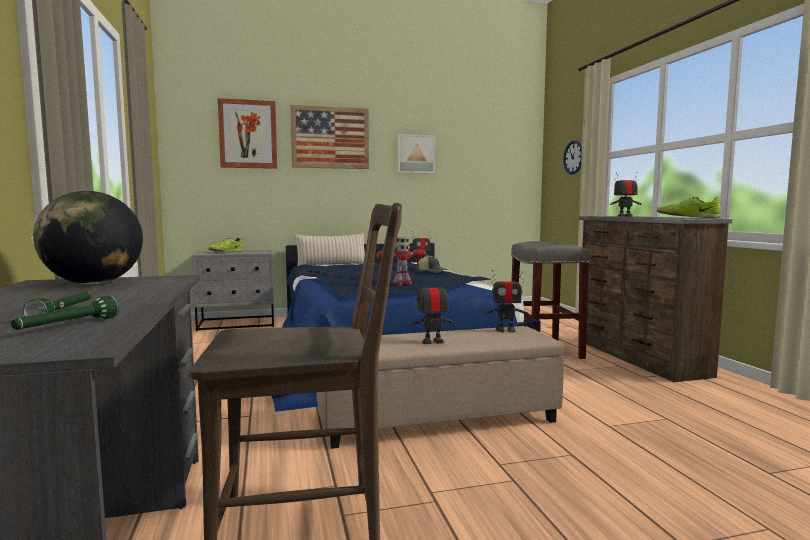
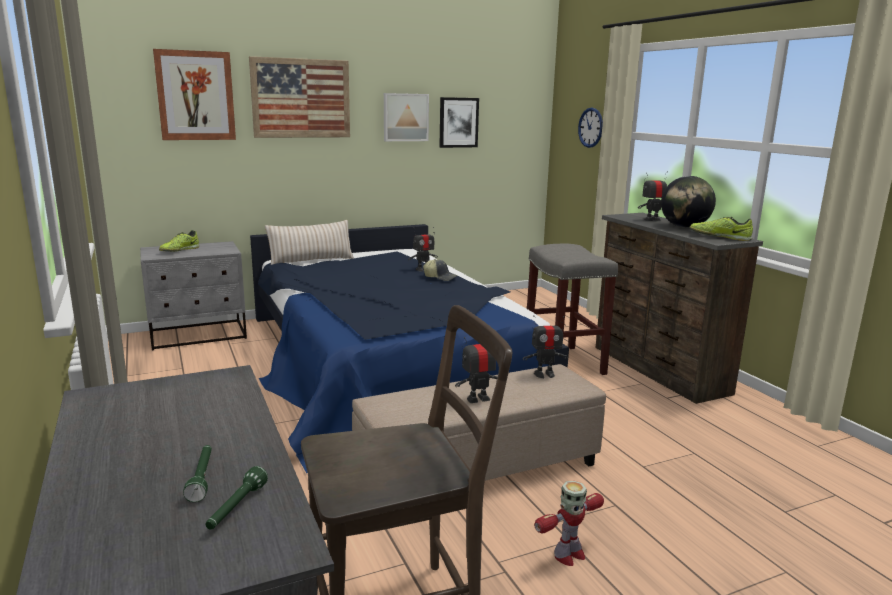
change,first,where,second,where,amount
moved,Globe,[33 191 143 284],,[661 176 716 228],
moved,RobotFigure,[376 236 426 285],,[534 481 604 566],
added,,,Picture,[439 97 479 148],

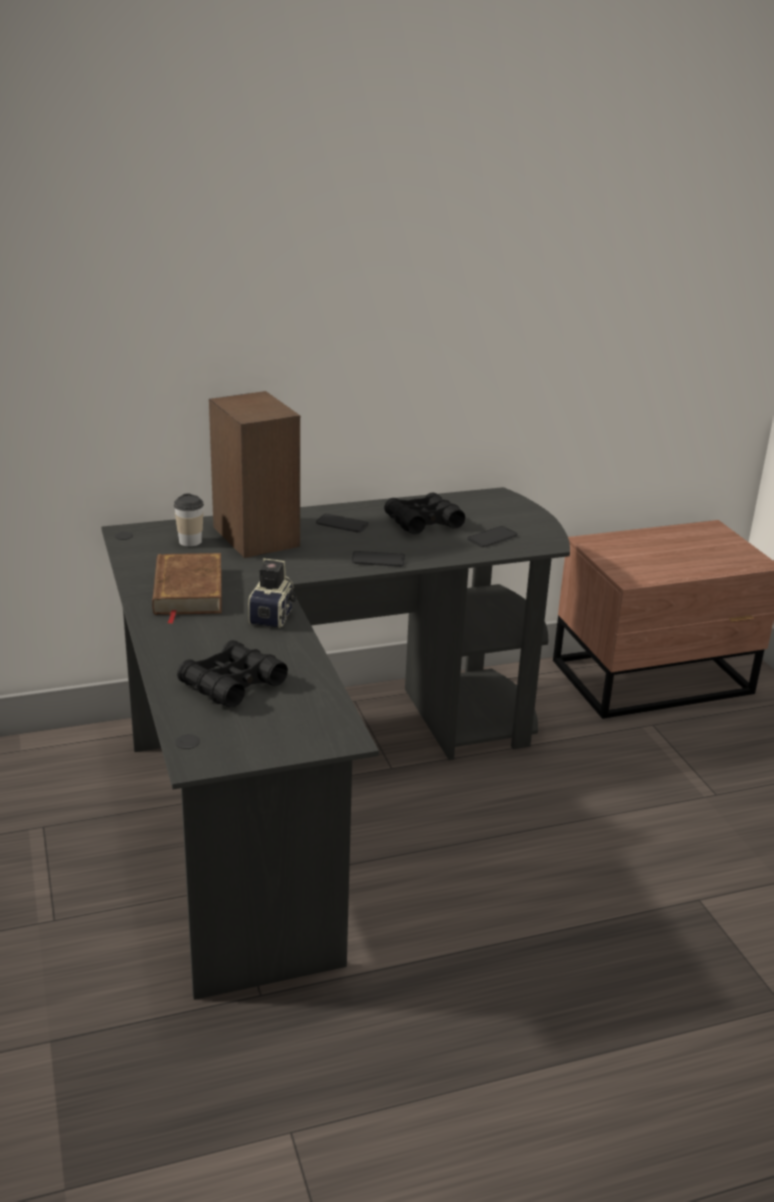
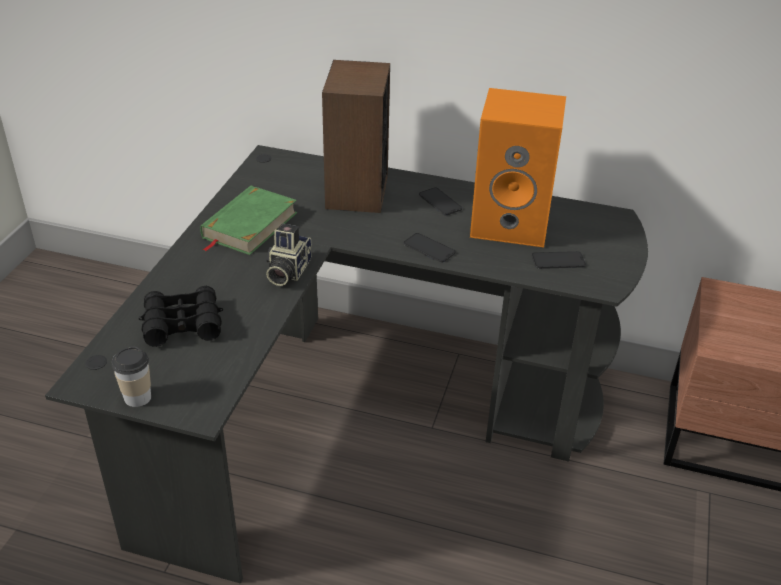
change,first,where,second,where,amount
recoloured,BrownBoundBook,[152 553 222 624],GreenBoundBook,[200 185 297 255],
moved,Cup,[174 493 204 547],,[112 346 151 407],
turned,StillCamera,[248 558 296 628],,[266 223 312 286],150 degrees clockwise
replaced,BlackishFieldGlasses,[384 493 465 534],OrangeSpeaker,[470 88 566 247],

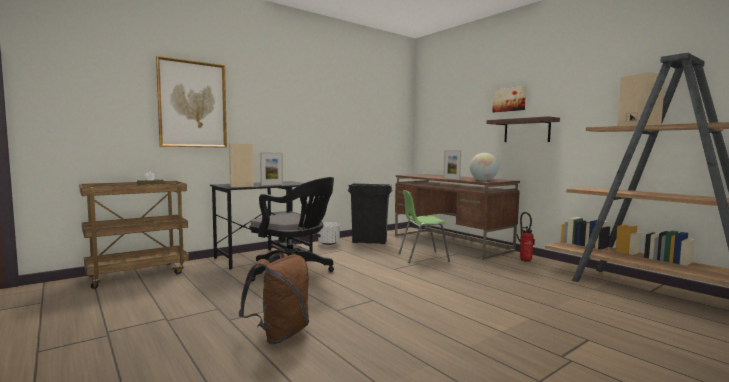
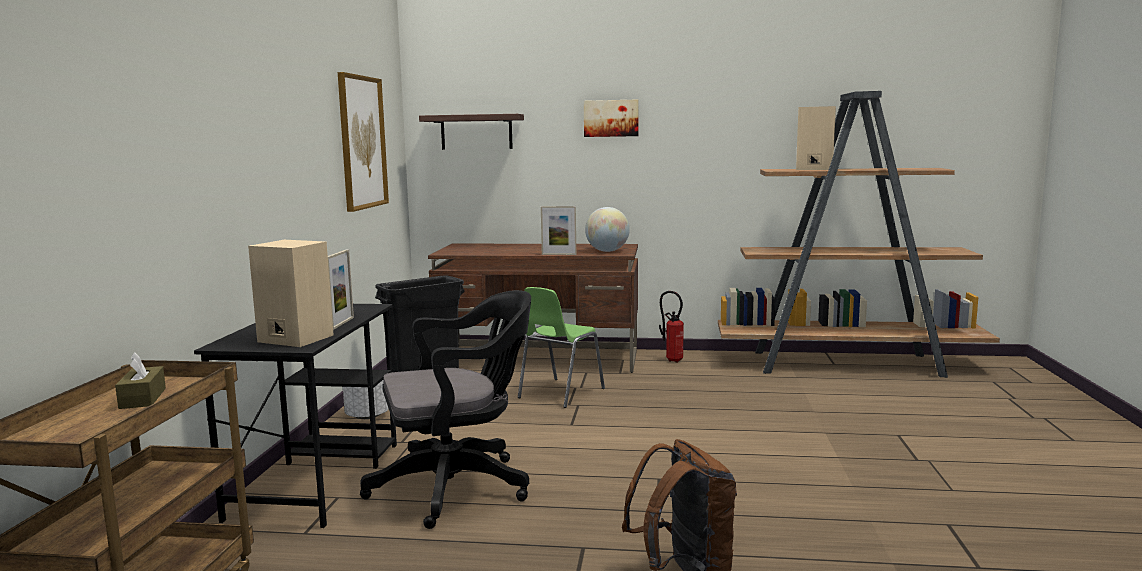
change,first,where,second,where,amount
moved,Picture,[156 56 227 148],,[338 72 389 212],
moved,Shelf,[487 116 560 142],,[419 114 524 150],

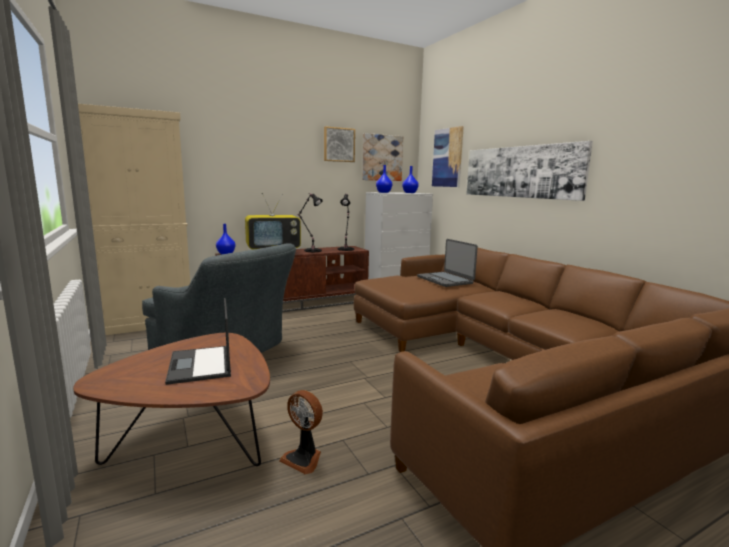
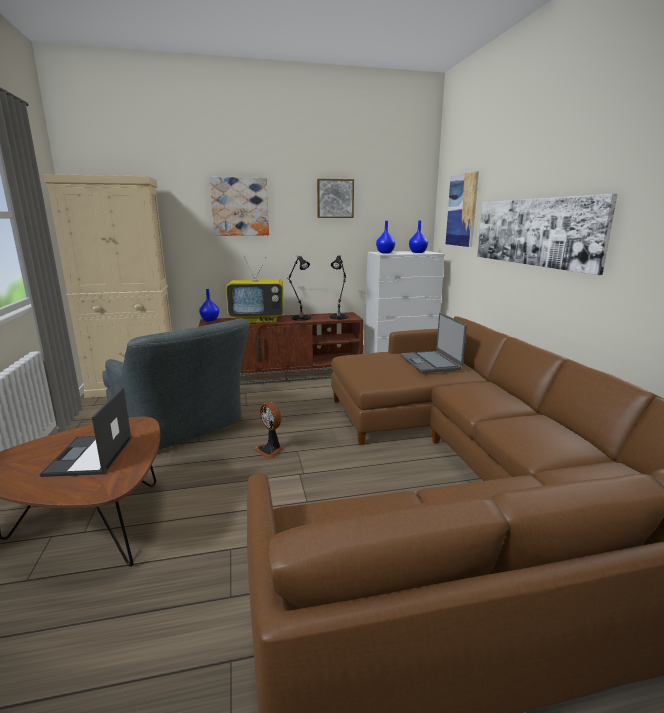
change,first,where,second,where,amount
moved,ElectricFan,[279 390 323 475],,[254 402 283 459],
moved,Picture,[362 133 403 181],,[210 177 269 236],

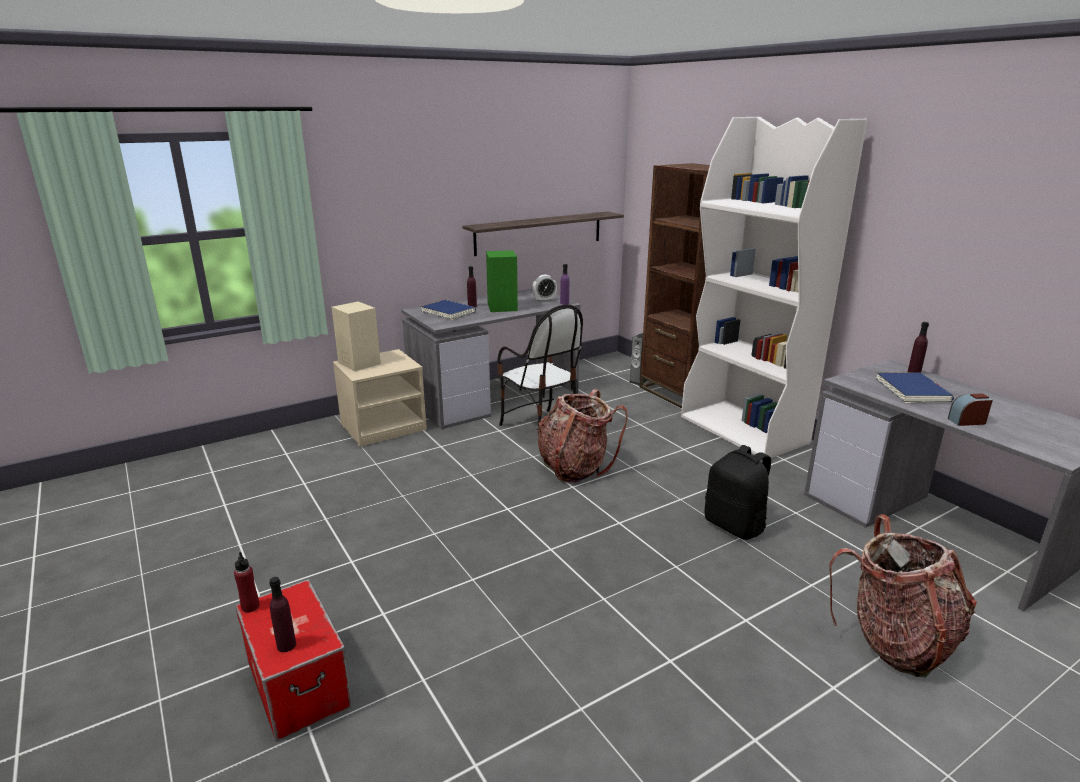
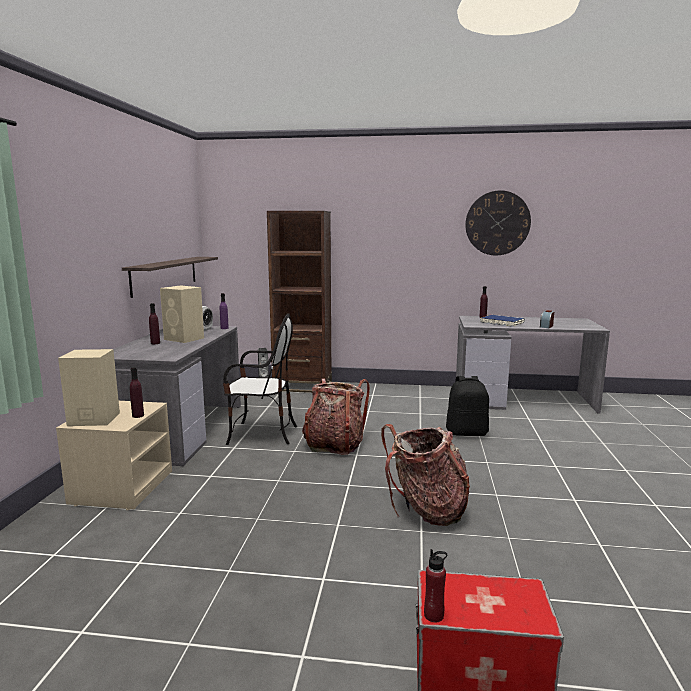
change,first,where,second,where,amount
moved,PurplishBeverageBottle,[269 577 296 652],,[130 367 144 418],
removed,BluishBoundBook,[420 300 476 320],,,
recoloured,GreenSpeaker,[486 250 518 312],SandColouredSpeaker,[160 285 204 343],
removed,WhiteBookshelf,[681 117 867 458],,,
moved,Backpack,[829 514 977 677],,[381 424 470 526],
added,,,WallClock,[465 190 531 255],

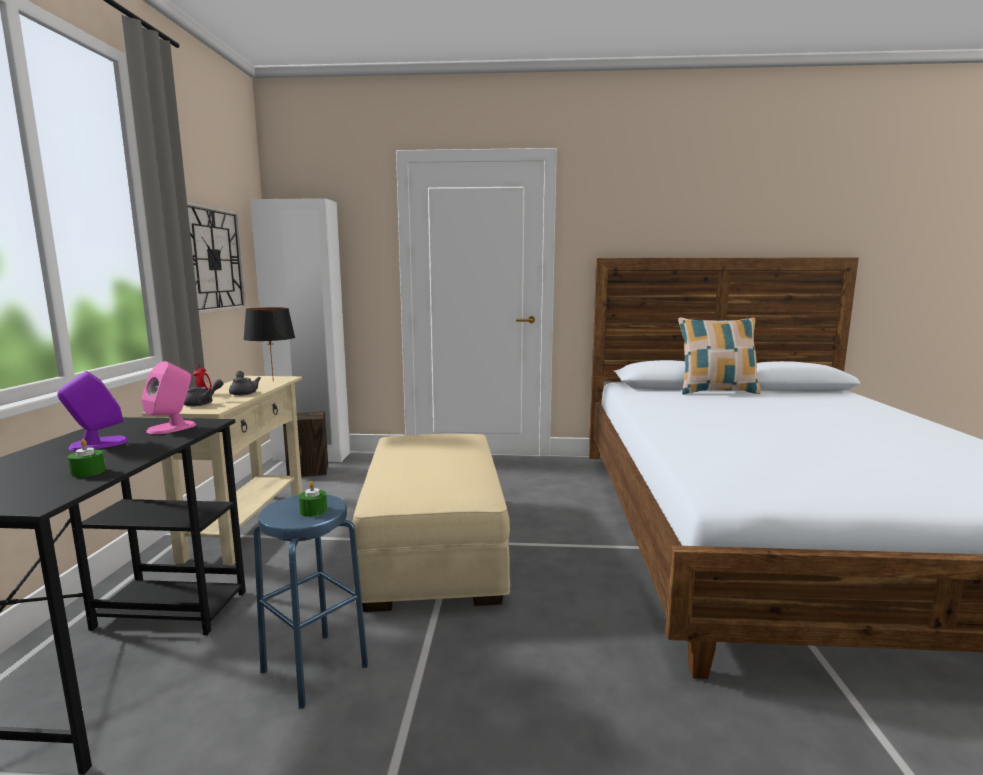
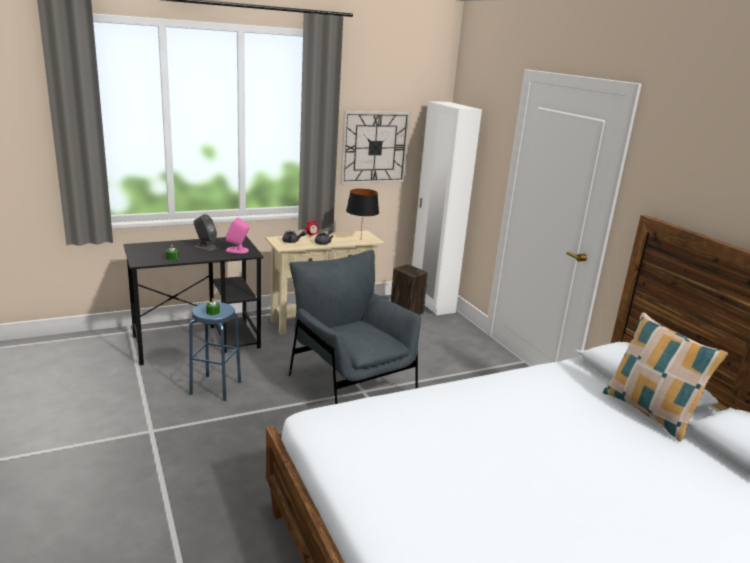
change,first,where,second,where,amount
recoloured,PurplishSpeaker,[57 371 128 451],GreyishSpeaker,[194 214 217 251],
replaced,SandColouredPouffe,[352 434 510 612],GreyishLoungeChair,[289 250 421 404],

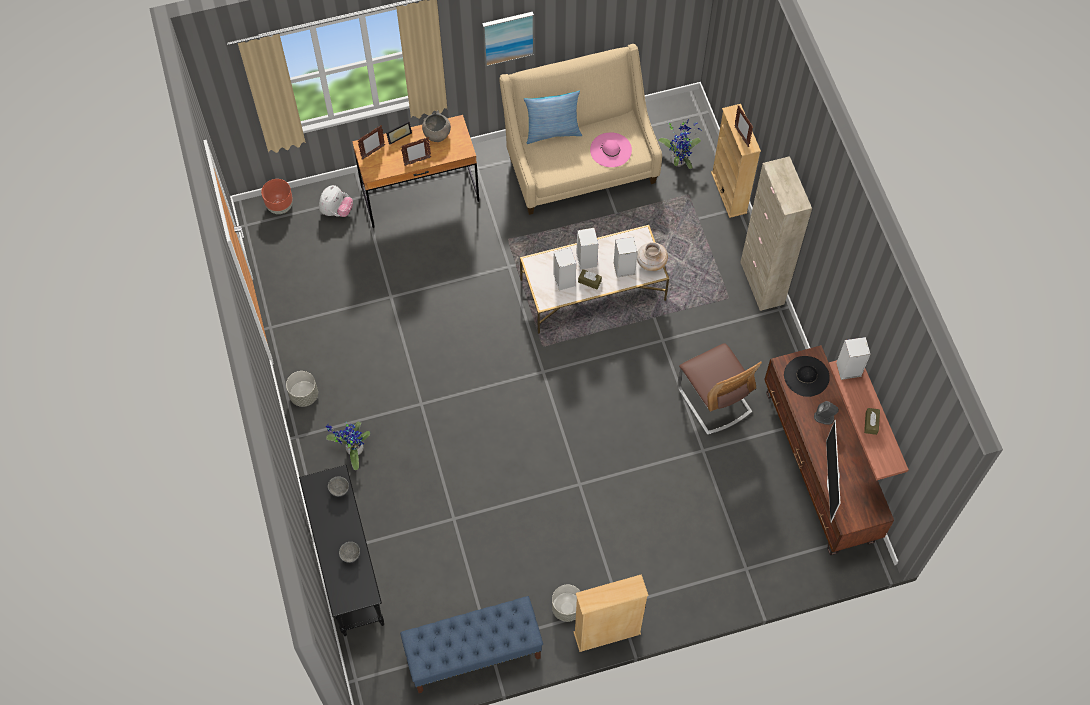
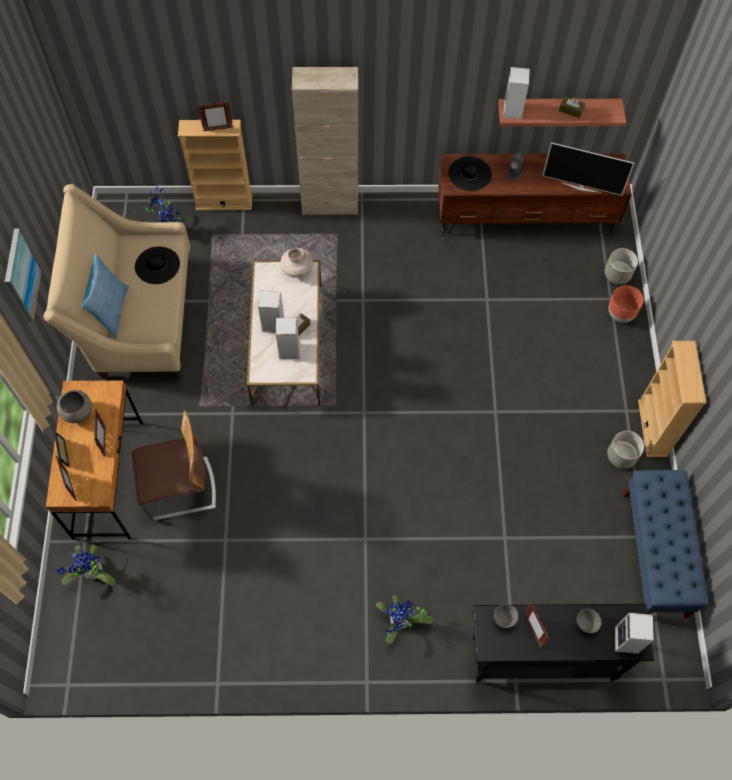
change,first,where,second,where,amount
moved,BrownPlantPot,[261 179 293 214],,[608 285 644 323],
moved,GreyishPlantPot,[286 371 318 407],,[605 248 638 284],
replaced,SoftToy,[319 185 353 217],Houseplant,[55 545 116 585],
recoloured,PinkHat,[590 133 632 167],BlackishHat,[135 247 180 284],
moved,Speaker,[614 237 638 277],,[615 613 654 654],
moved,UprightChair,[677 343 762 435],,[132 411 216 520],
added,,,StandingFrame,[524 602 549 648],

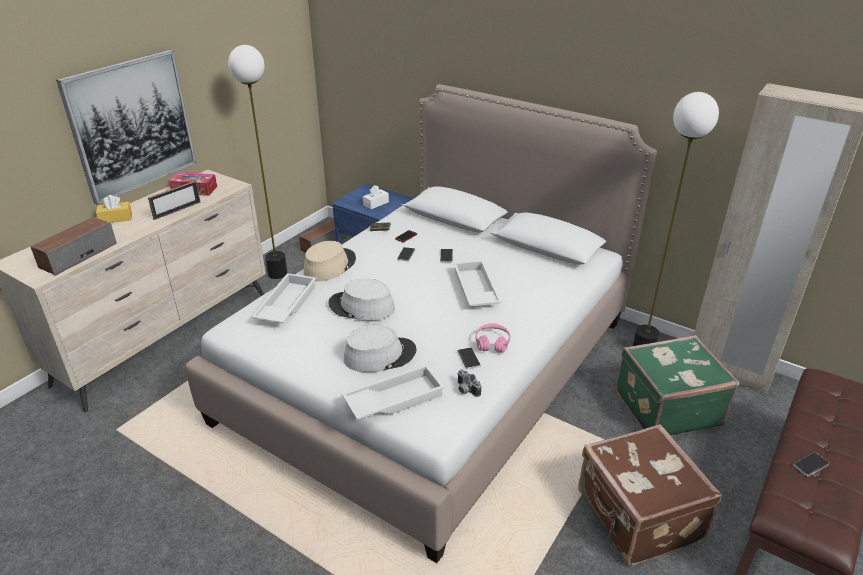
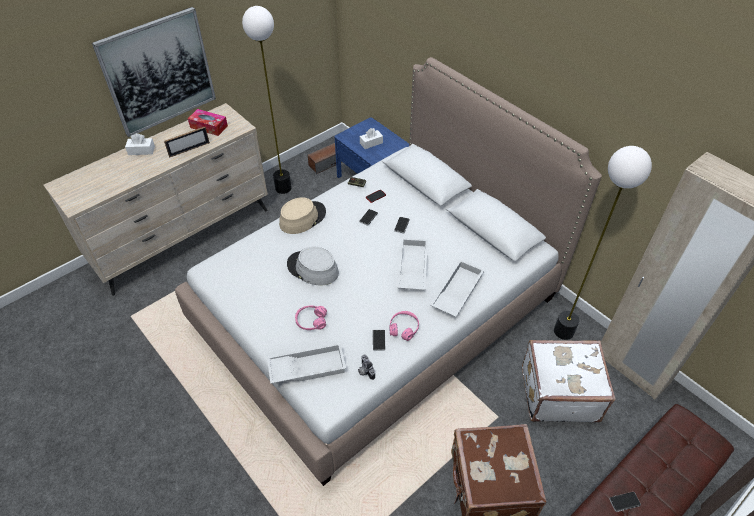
change,first,where,second,where,amount
removed,Speaker,[30 217 117 276],,,
recoloured,YellowColouredBoxOfTissues,[96 195 132 223],WhiteBoxOfTissues,[125 133 155 155],
moved,WhiteTray,[251 273 317 324],,[430 260 484 317],
replaced,GreyishHat,[344 325 417 372],PinkPairOfHeadphones,[295 305 327 330],
recoloured,GreenTravelCase,[616 335 740 435],WhiteTravelCase,[522 340 616 422],

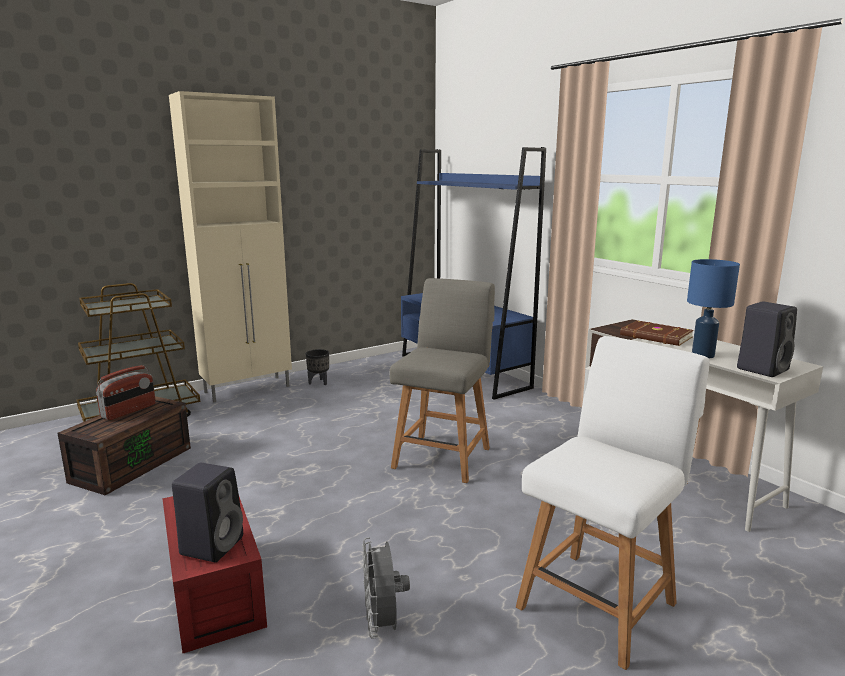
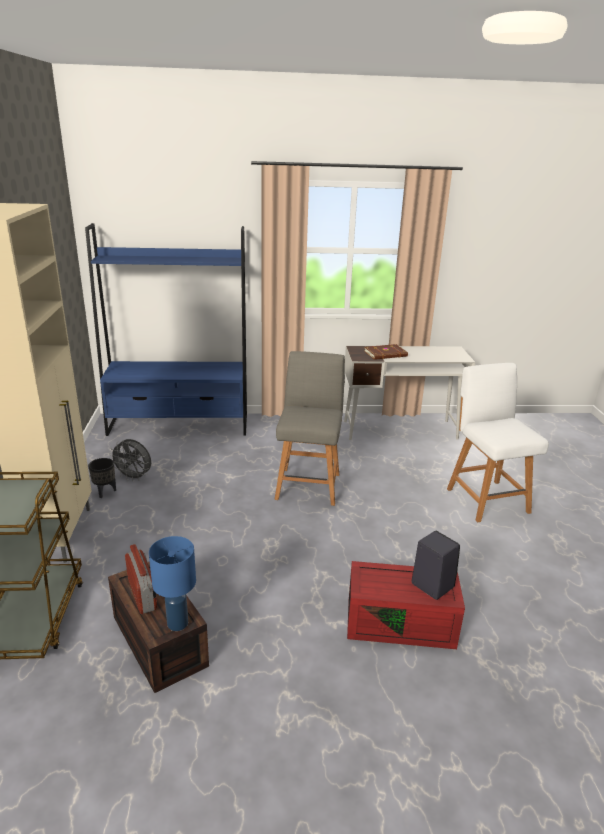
change,first,where,second,where,amount
moved,GreyishElectricFan,[362 537 410 639],,[109 439 151 481],
turned,GreyishUprightChair,[389 278 495 483],,[275 351 345 506],45 degrees clockwise
moved,BluishLampForATable,[687 259 740 358],,[149 536 196 631],
removed,BlackishSpeaker,[737 301 797 377],,,

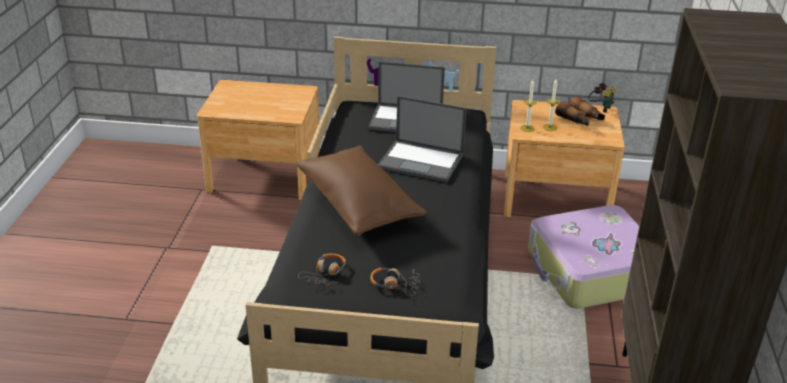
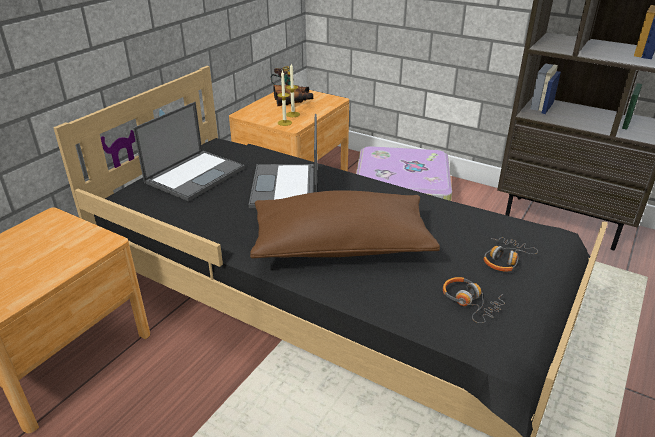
change,first,where,second,where,amount
turned,Laptop,[378 96 467 183],,[249 114 317 208],135 degrees clockwise

